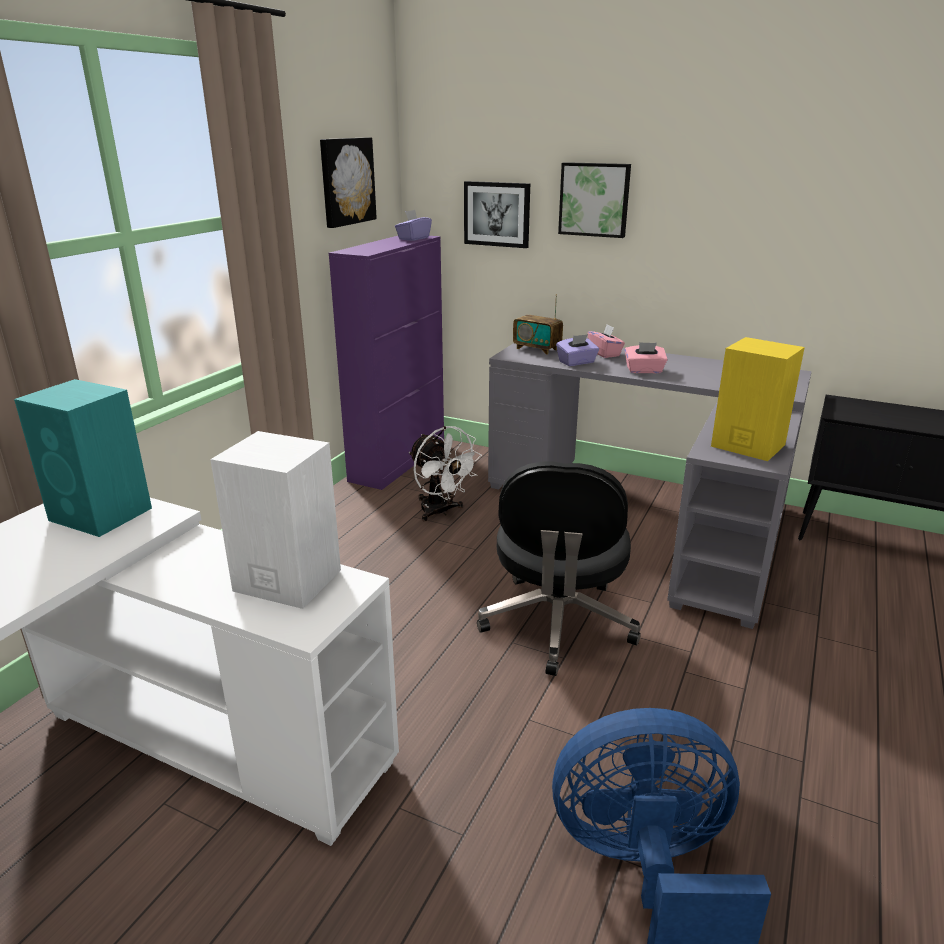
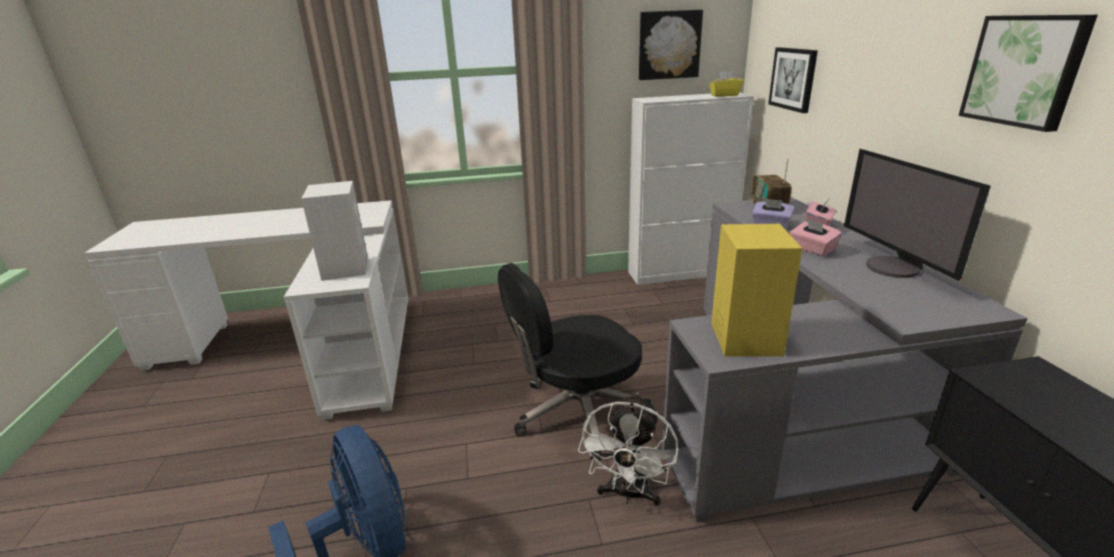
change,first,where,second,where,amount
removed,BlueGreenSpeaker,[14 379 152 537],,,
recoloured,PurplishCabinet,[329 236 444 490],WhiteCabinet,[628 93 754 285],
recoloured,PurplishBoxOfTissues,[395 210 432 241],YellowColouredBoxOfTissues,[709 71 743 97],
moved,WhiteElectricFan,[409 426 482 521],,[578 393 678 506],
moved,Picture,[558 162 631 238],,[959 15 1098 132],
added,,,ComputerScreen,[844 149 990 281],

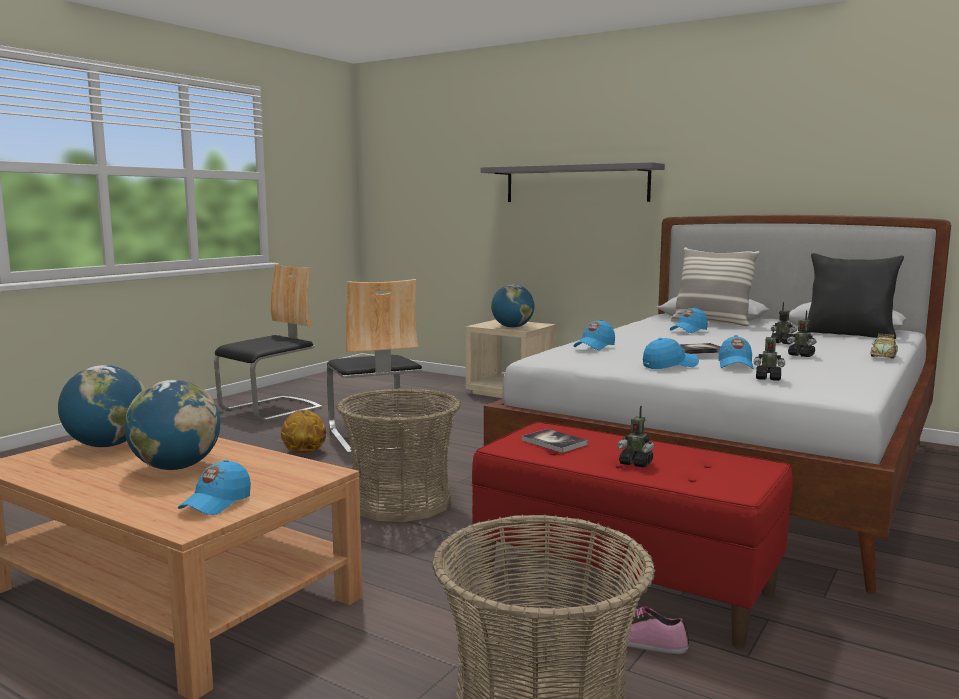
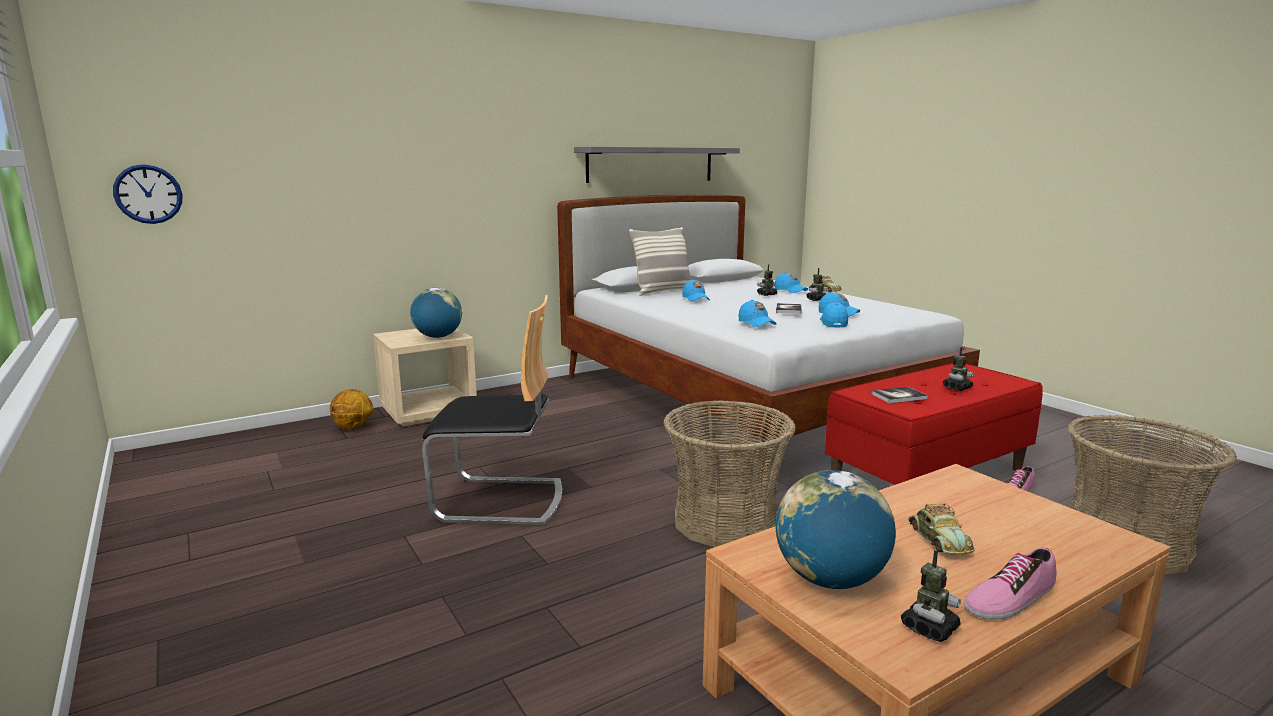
change,first,where,second,where,amount
replaced,Globe,[124 380 220 470],ModelCar,[908 504 975 555],
moved,BluishBaseballCap,[178 460 251 515],,[775 272 808 293],
removed,UprightChair,[214 265 323 422],,,
moved,BasketballBall,[281 410 326 453],,[330 389 373 430],
moved,GreyishShelf,[480 162 665 202],,[574 147 740 183],
moved,RobotFigure,[754 327 785 381],,[901 550 961 642],
removed,BlackishPillow,[807 253 904 339],,,
added,,,WallClock,[113 164 182 224],
added,,,LowShoe,[964 548 1056 620],

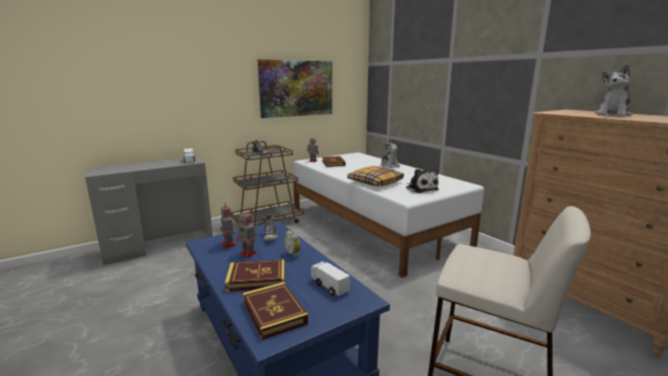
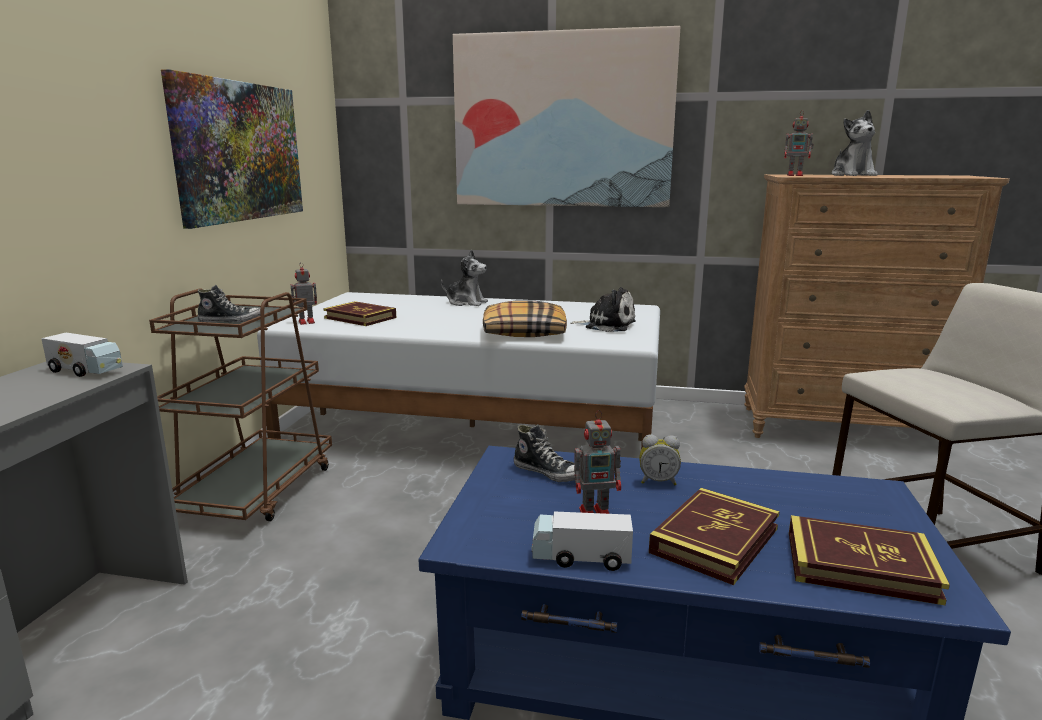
change,first,where,second,where,amount
moved,RobotFigure,[220 203 236 248],,[784 110 814 176],
moved,ModelTruck,[311 261 350 296],,[532 511 633 571],
added,,,Picture,[453 26 680 207],

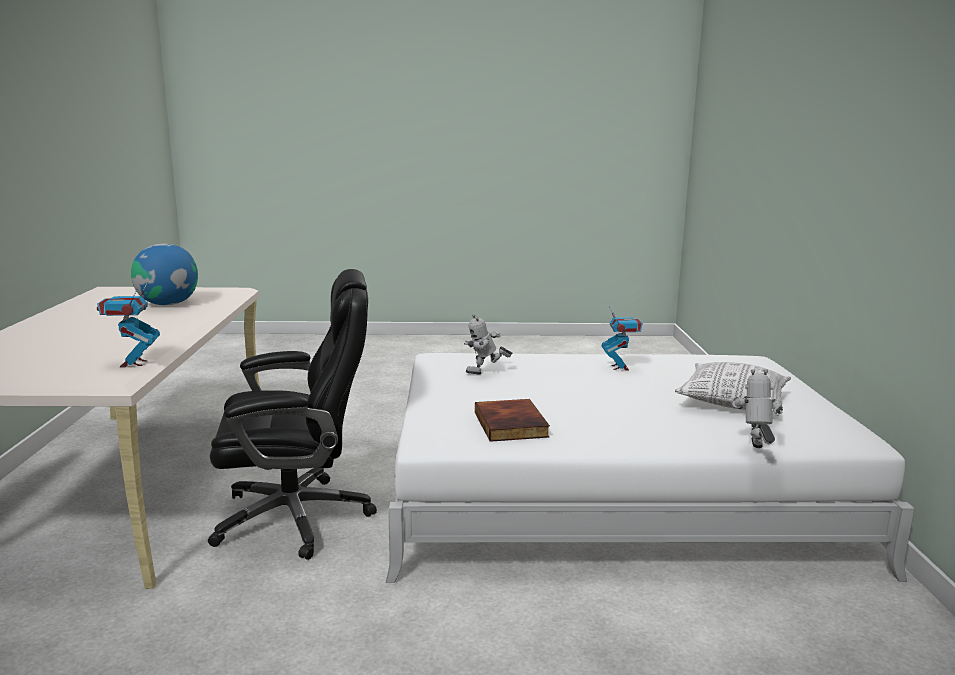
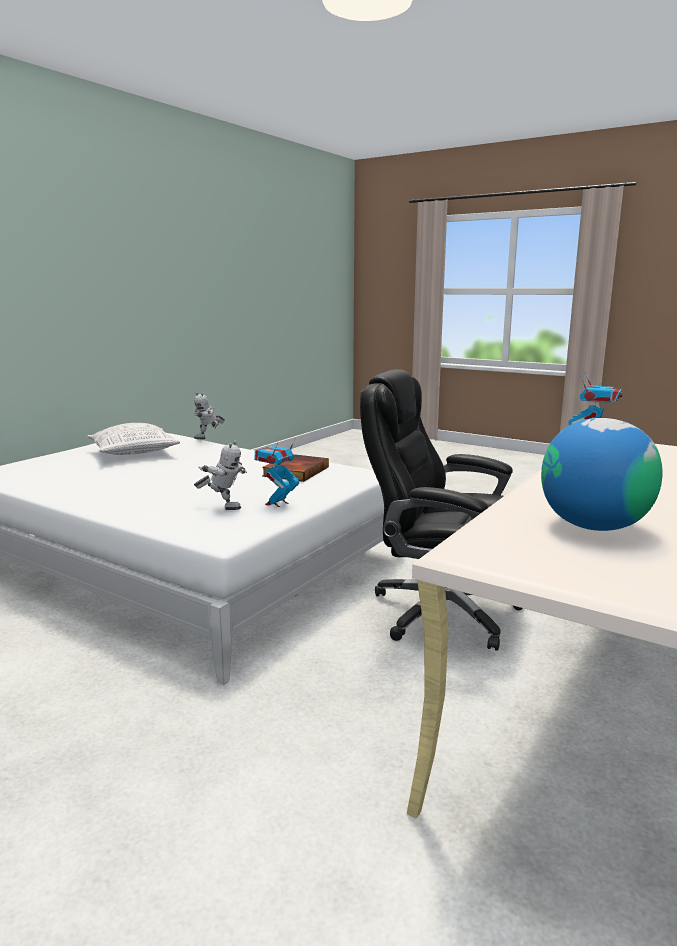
change,first,where,second,where,amount
moved,RobotFigure,[602 307 643 371],,[255 438 299 507],

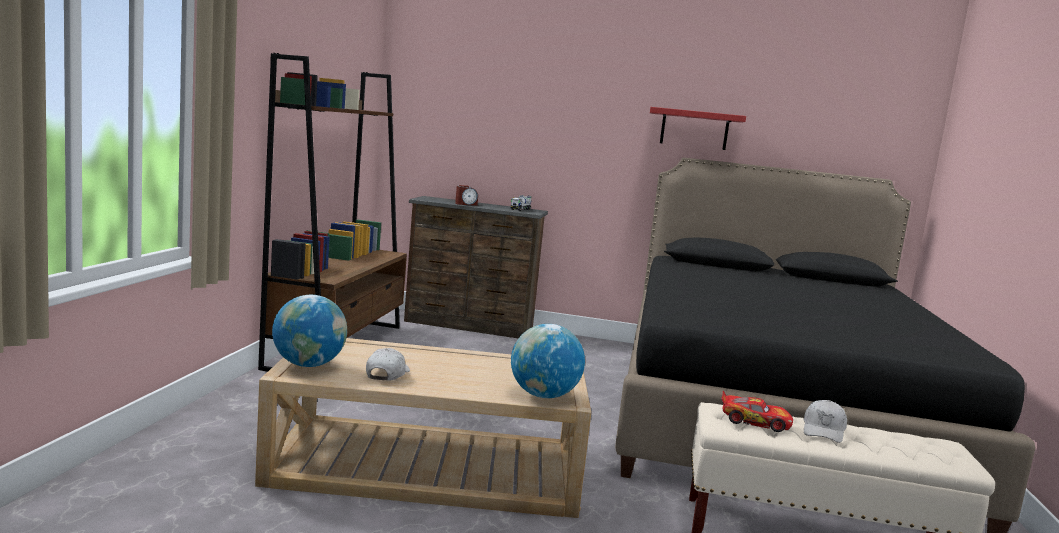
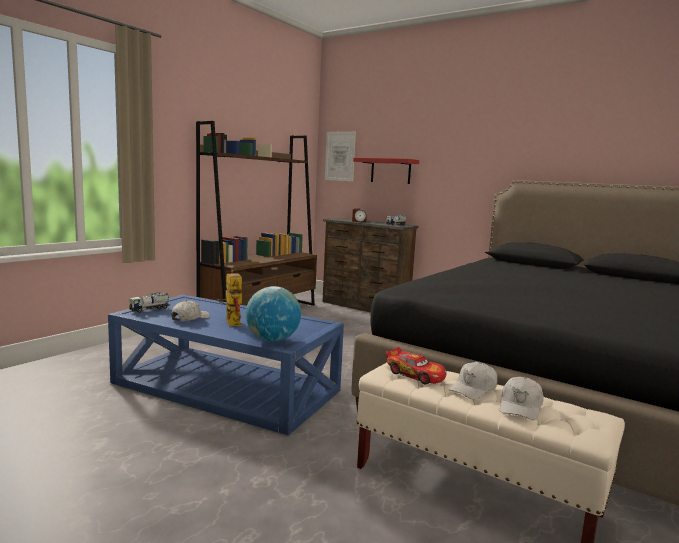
change,first,where,second,where,amount
recoloured,SandColouredLowTable,[255 338 591 518],BluishLowTable,[108 294 344 435],
replaced,Globe,[272 295 347 367],ModelTruck,[129 292 170 313],
moved,RedShelf,[650 107 746 150],,[353 158 419 184],
added,,,RobotFigure,[217 270 243 327],
added,,,Picture,[325 131 356 181],
added,,,WhiteBaseballCap,[500 377 544 420],

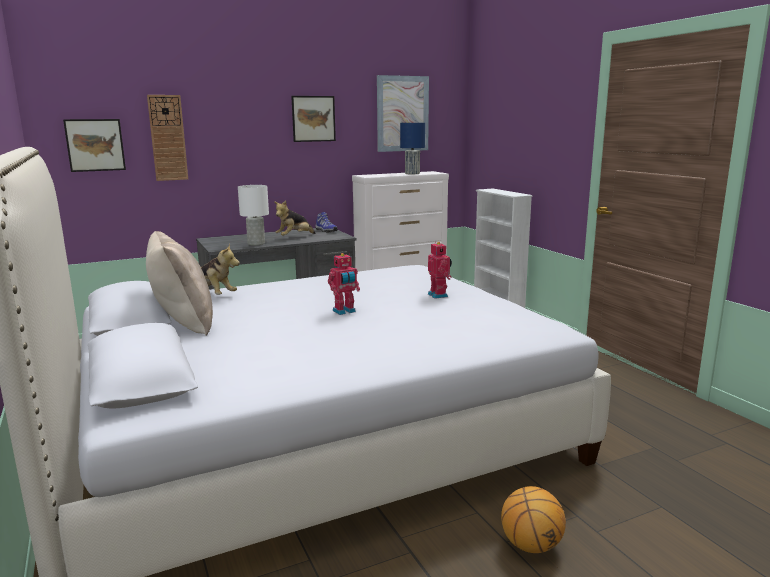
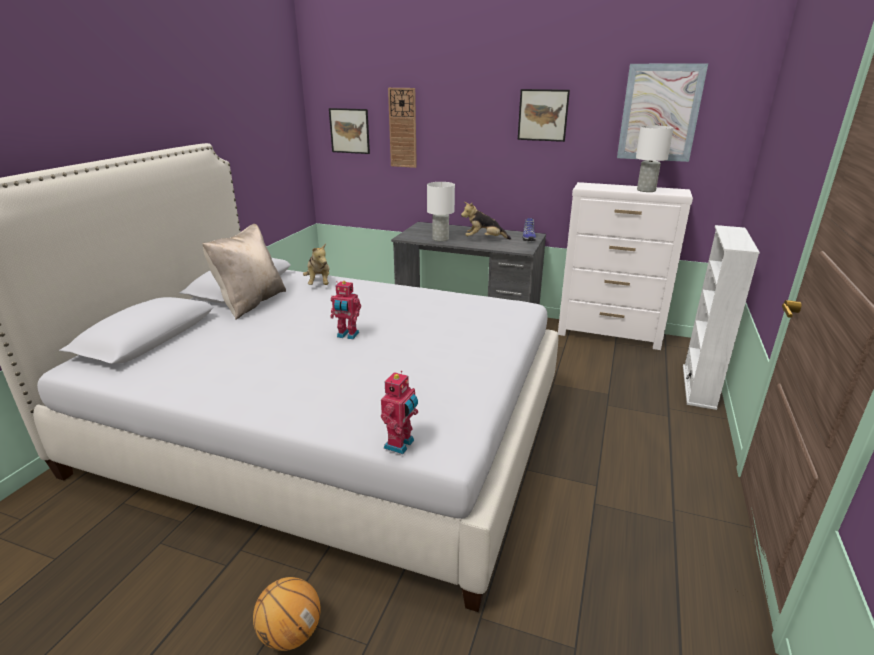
change,first,where,second,where,amount
recoloured,BluishLampForATable,[400 123 425 174],WhiteLampForATable,[636 126 674 192],
moved,RobotFigure,[428 241 452 299],,[381 371 418 454],

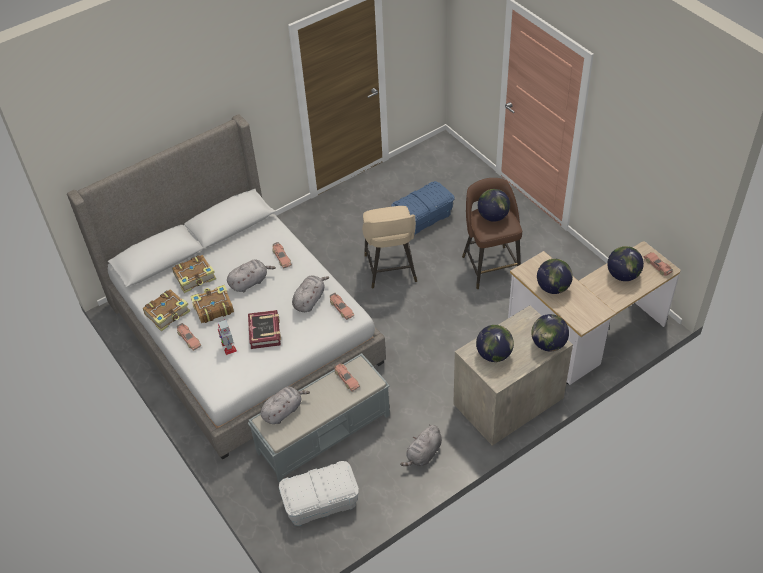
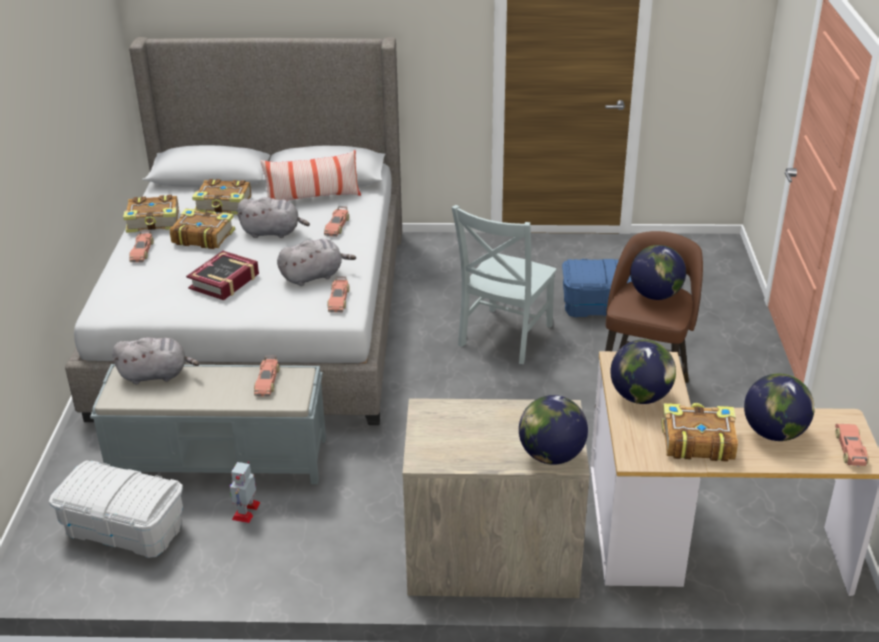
change,first,where,second,where,amount
moved,RobotFigure,[218 319 237 355],,[230 461 260 523],
replaced,SandColouredSittingStool,[362 206 417 289],GreyishUprightChair,[451 205 557 364],
removed,GreyishSoftToy,[400 424 442 466],,,
removed,Globe,[476 325 514 362],,,
added,,,Pillow,[260 150 361 200],
added,,,BoundBook,[661 403 738 462],

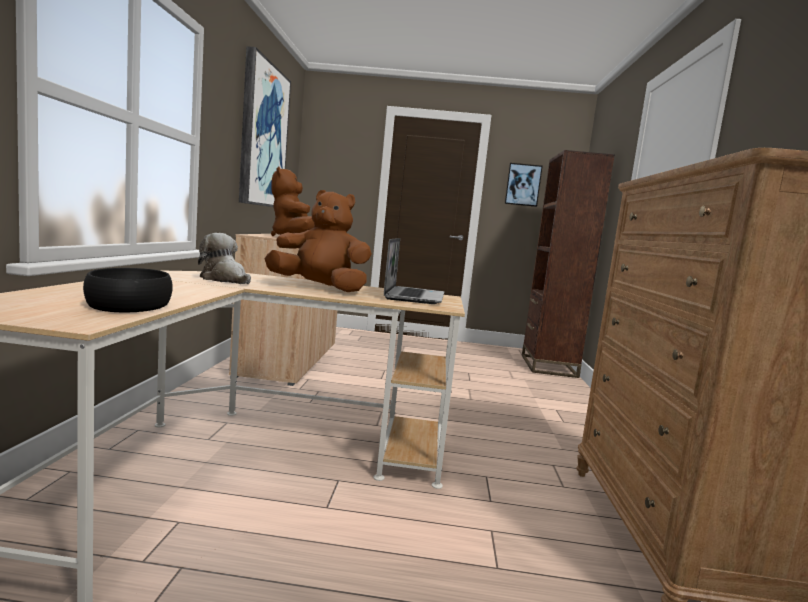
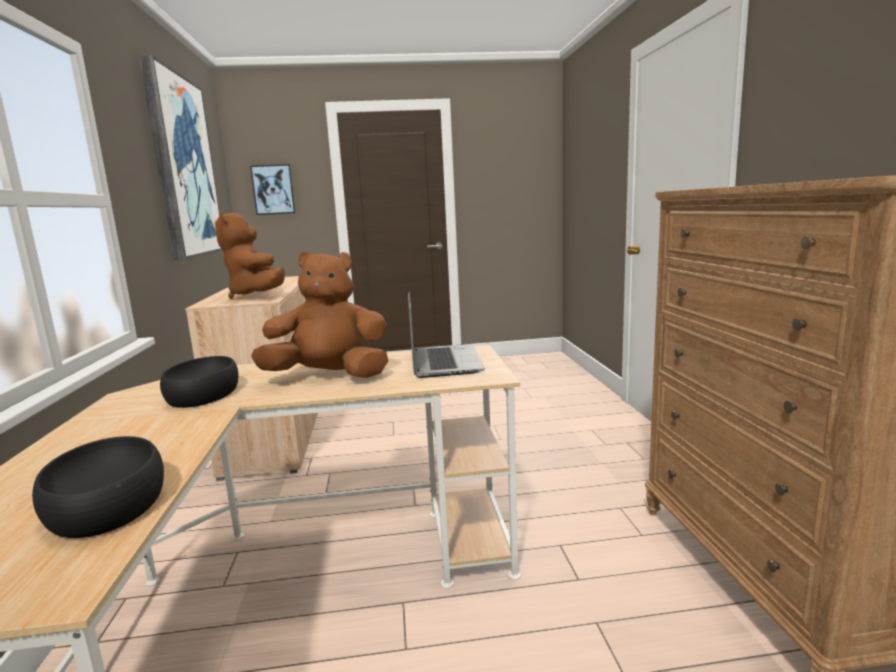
change,first,where,second,where,amount
replaced,SoftToy,[198 233 251 284],BlackishBowl,[160 356 238 408],
moved,Picture,[505 163 543 207],,[250 164 296 215],
removed,BrownBookshelf,[522 150 615 378],,,

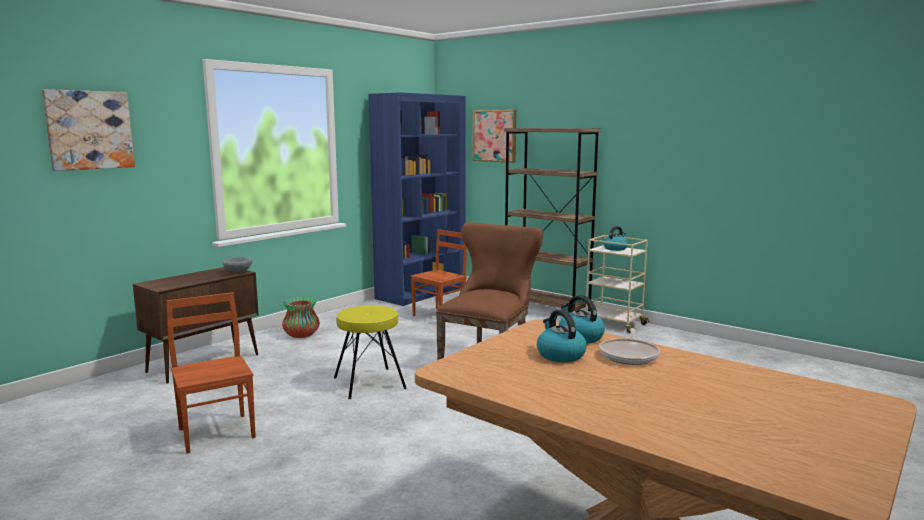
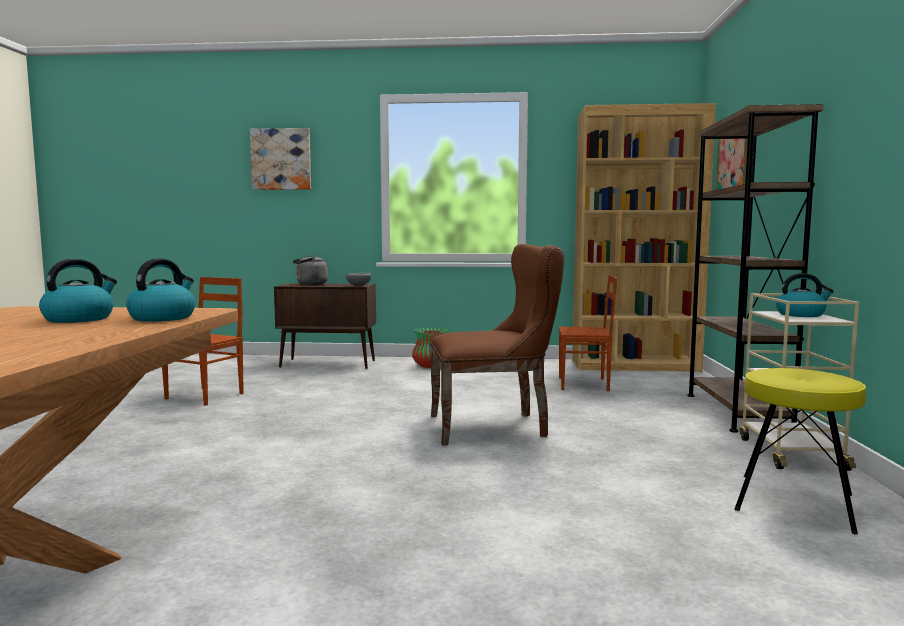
change,first,where,second,where,amount
moved,YellowColouredSittingStool,[334 305 407 399],,[734 368 866 535],
recoloured,BluishBookshelf,[368 92 466 306],BrownBookshelf,[572 103 716 372],
removed,Skillet,[599 328 660 365],,,
added,,,GreyishTeaKettle,[293 255 328 285],

